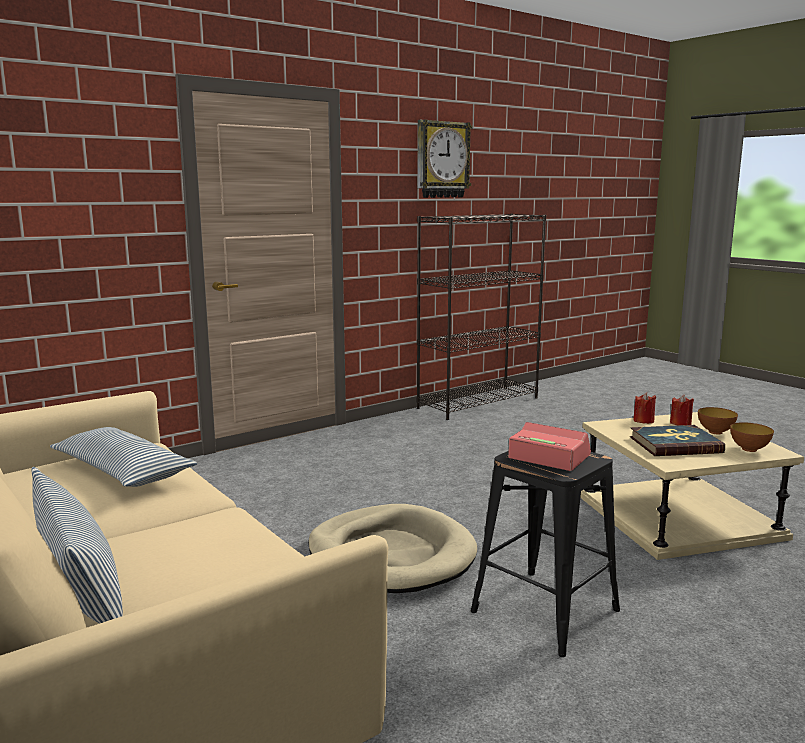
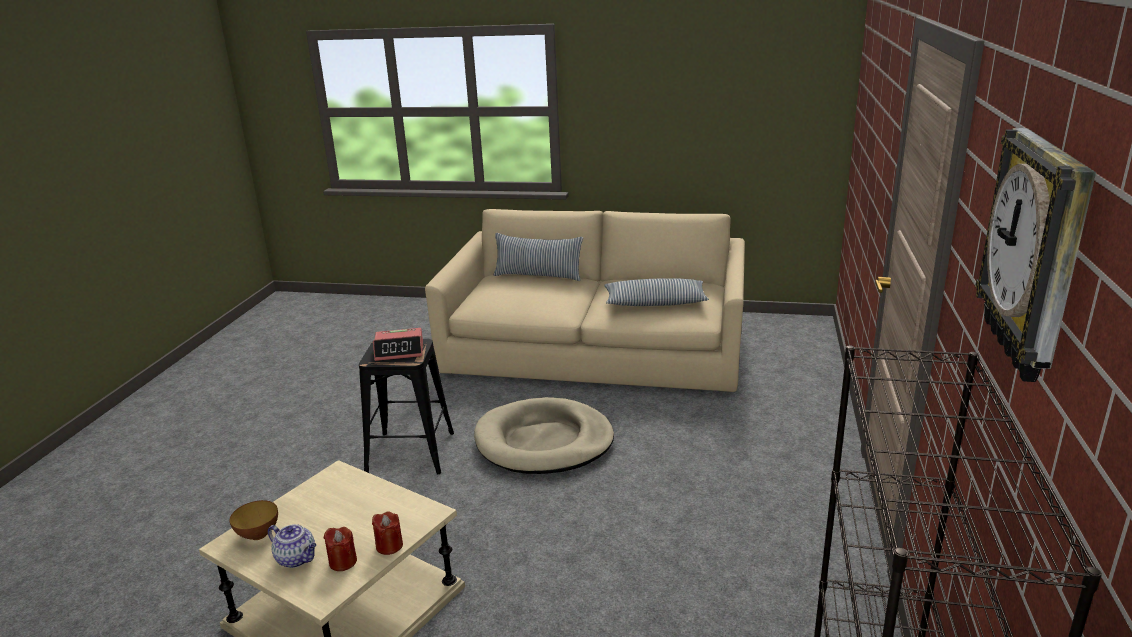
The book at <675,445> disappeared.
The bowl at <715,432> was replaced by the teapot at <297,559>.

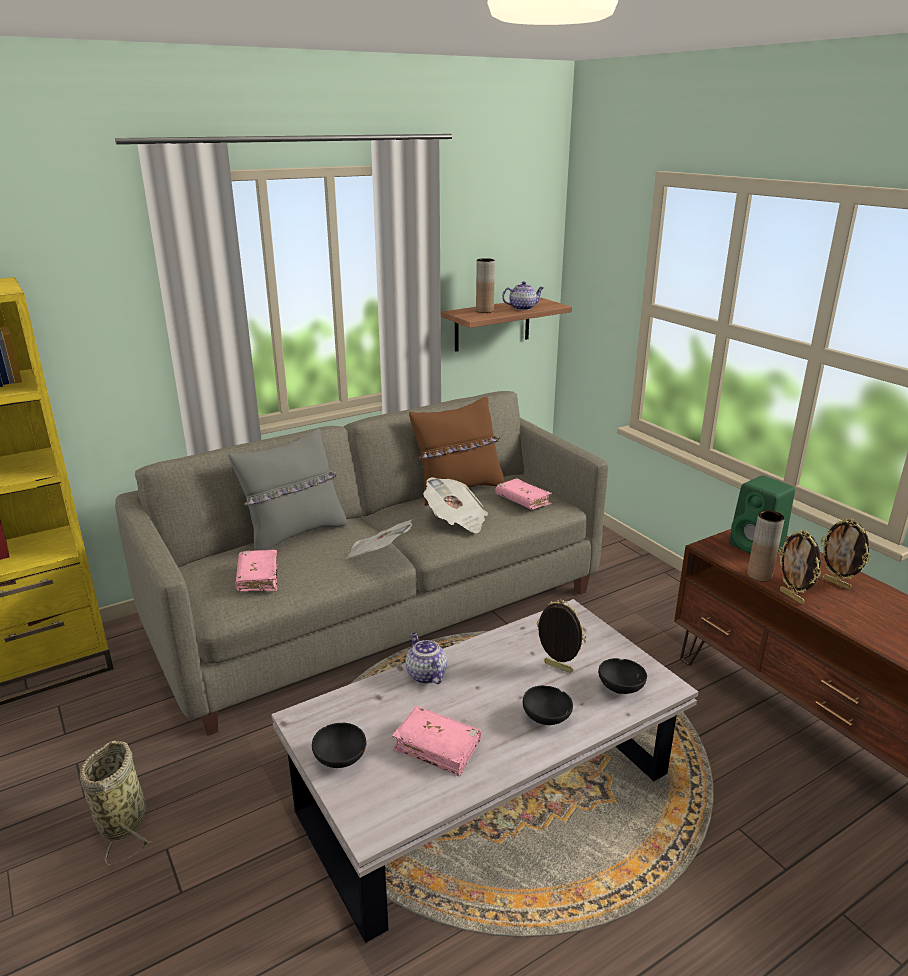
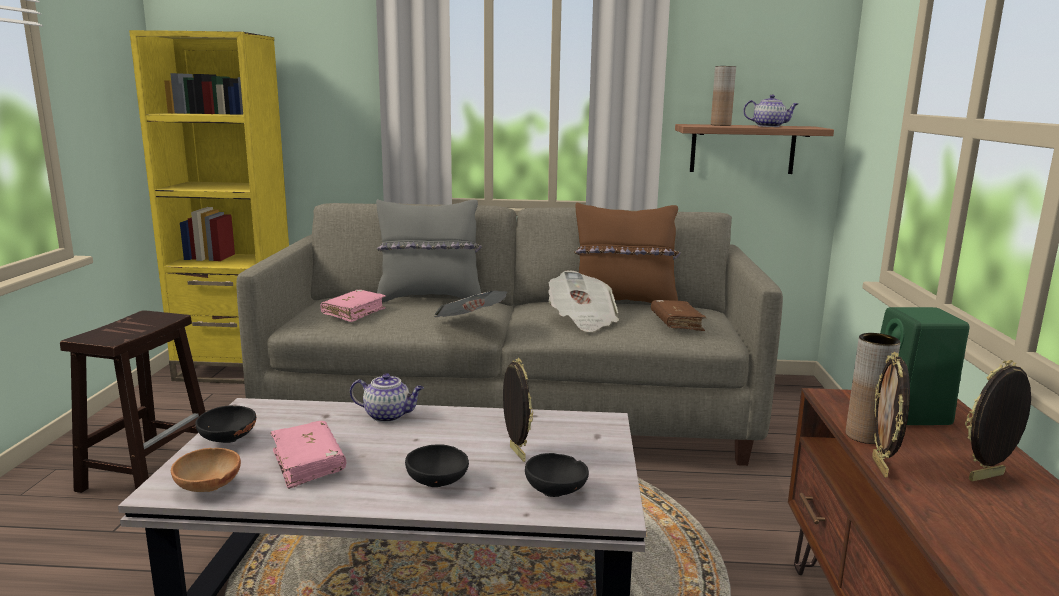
The brown bowl at <208,489> appeared.
The basket at <123,819> was replaced by the brown stool at <149,471>.
The pink book at <522,501> became the brown book at <676,323>.
The teapot at <425,674> turned 90 degrees clockwise.
The picture frame at <837,583> turned 75 degrees clockwise.

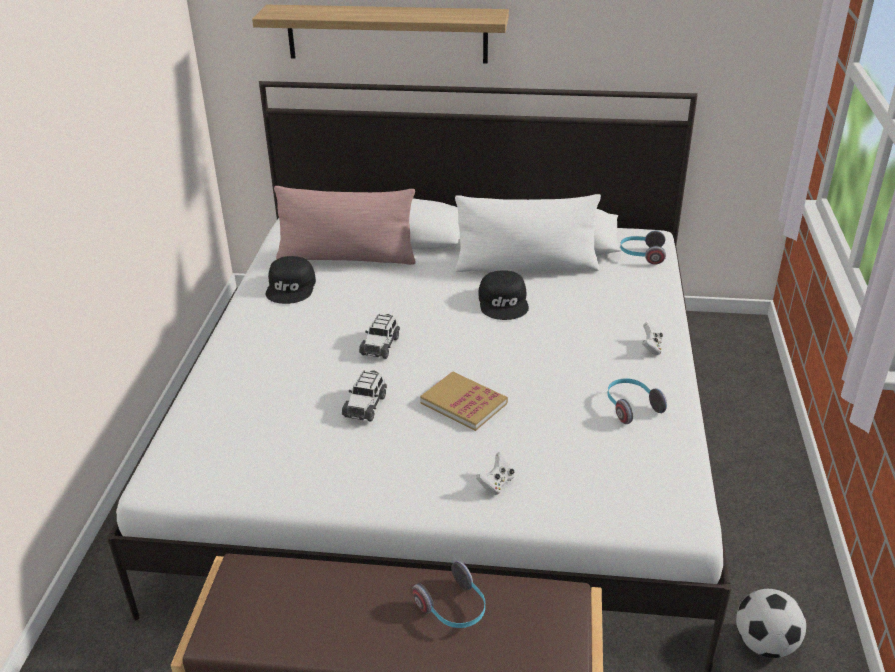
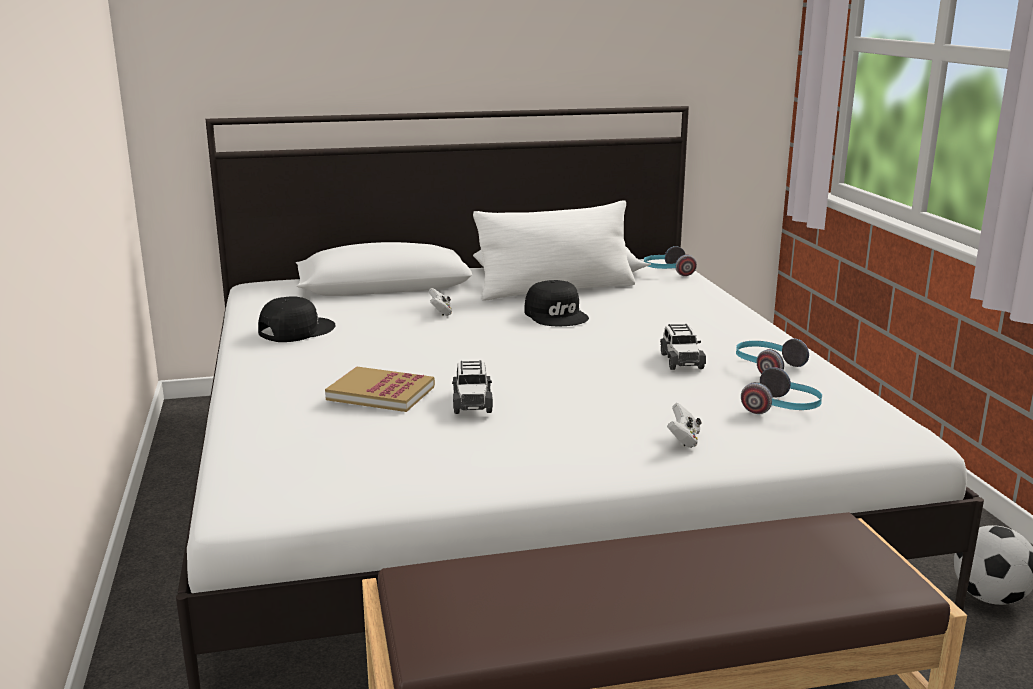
The shelf at <387,33> disappeared.
The pink pillow at <347,257> disappeared.
The toy car moved from <380,345> to <681,360>.
The headphones moved from <454,609> to <783,409>.
The book moved from <464,403> to <381,393>.
The white game controller moved from <651,348> to <440,312>.
The black cap at <292,287> turned 120 degrees counterclockwise.

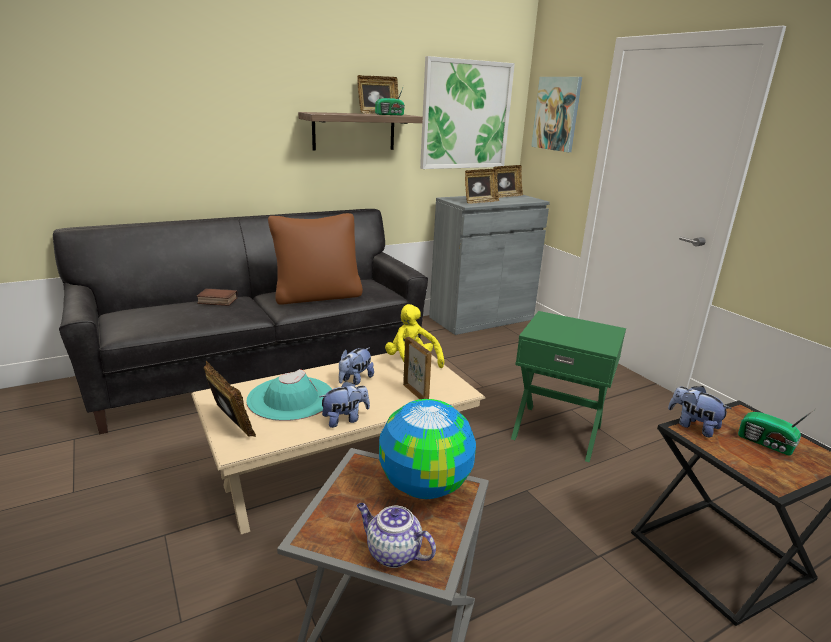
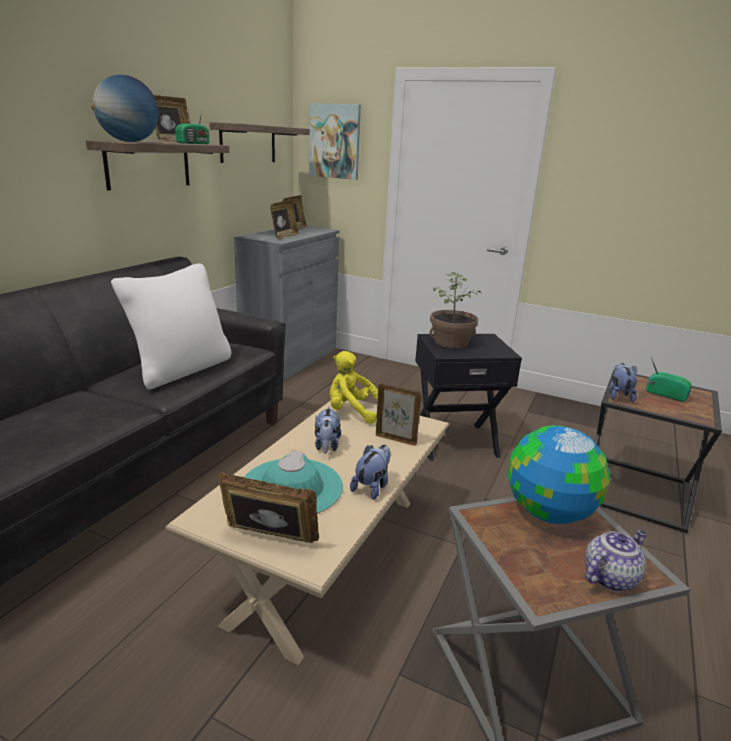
The book at <216,301> disappeared.
The globe at <129,141> appeared.
The potted plant at <451,342> appeared.
The picture at <466,115> was replaced by the shelf at <248,144>.
The brown pillow at <317,296> became the white pillow at <181,369>.
The green side table at <557,431> became the black side table at <454,441>.
The teapot at <392,553> turned 150 degrees clockwise.
The plush toy at <693,426> turned 90 degrees clockwise.
The radio at <767,444> turned 150 degrees counterclockwise.

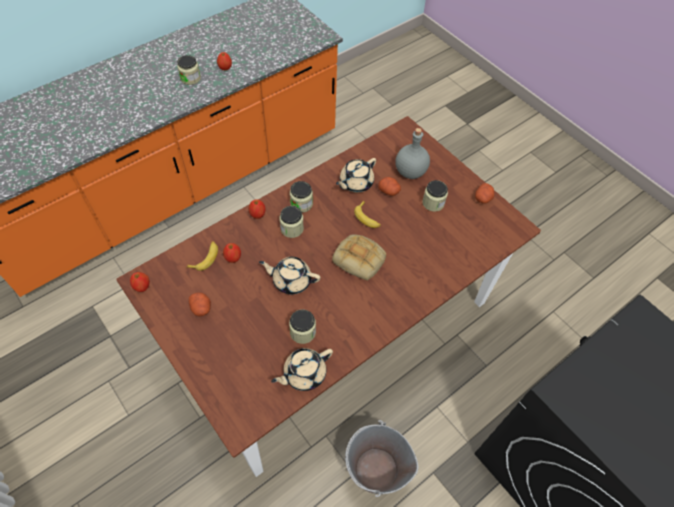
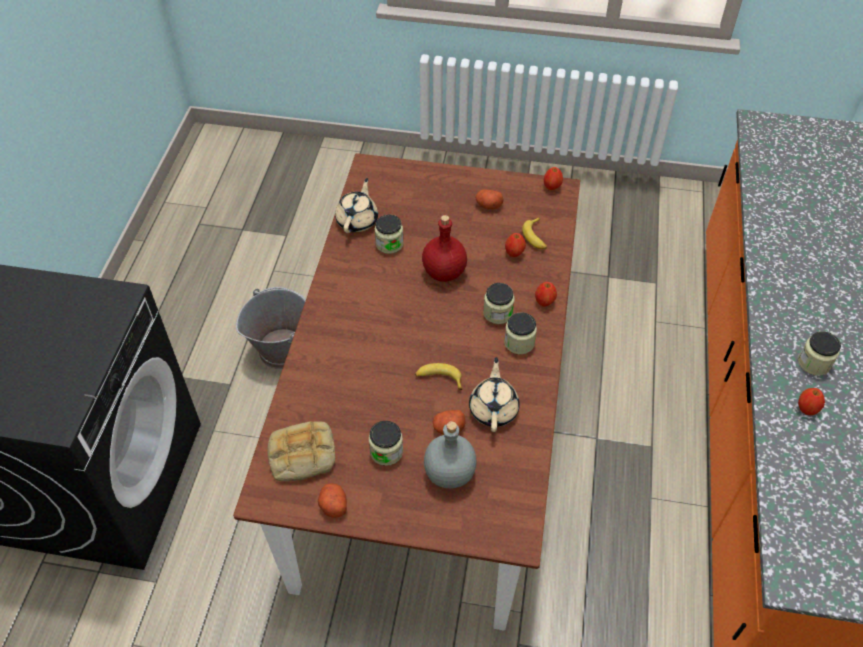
The bread moved from <360,259> to <301,456>.
The beige teapot at <291,280> was replaced by the red bottle at <444,271>.

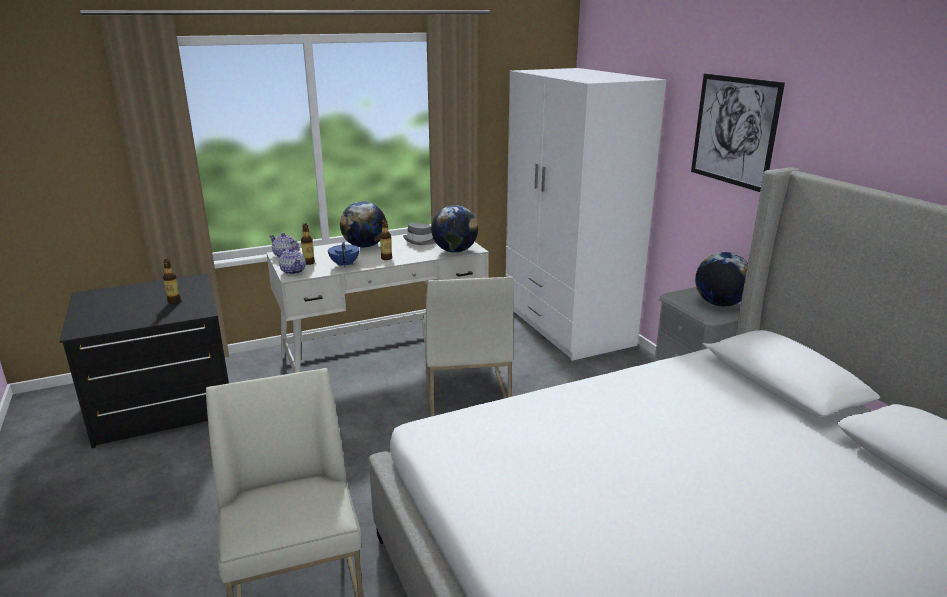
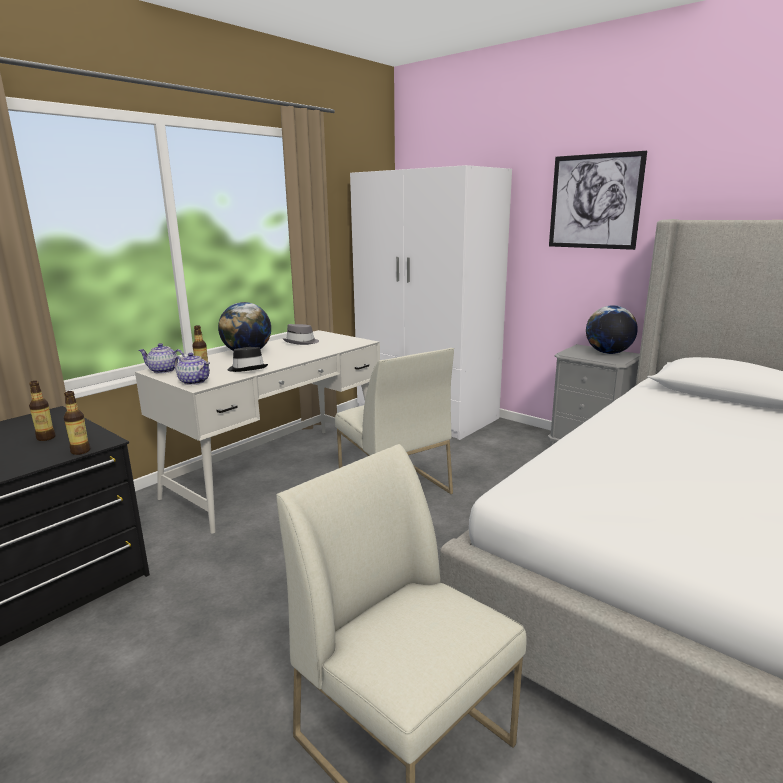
The globe at <455,251> disappeared.
The bottle moved from <386,258> to <81,451>.
The blue teapot at <345,264> was replaced by the black hat at <247,368>.

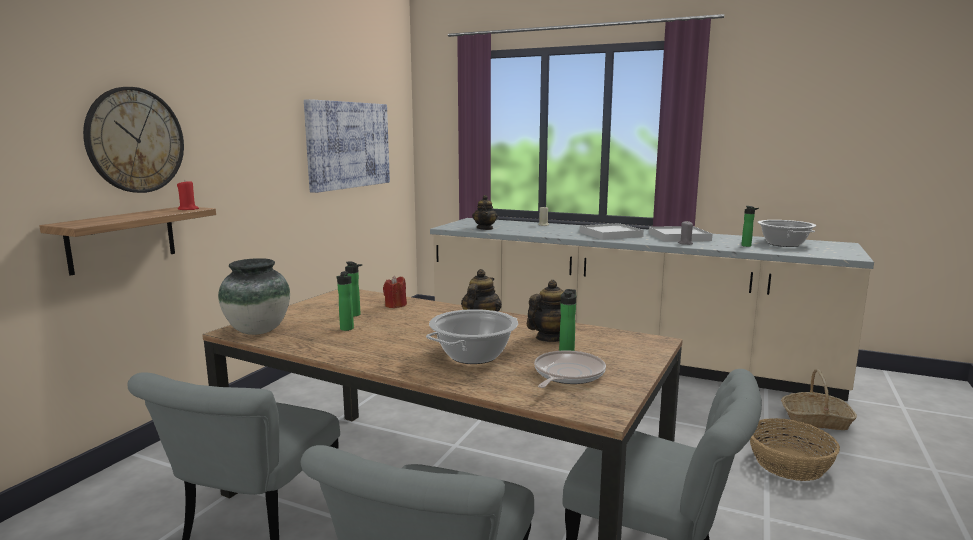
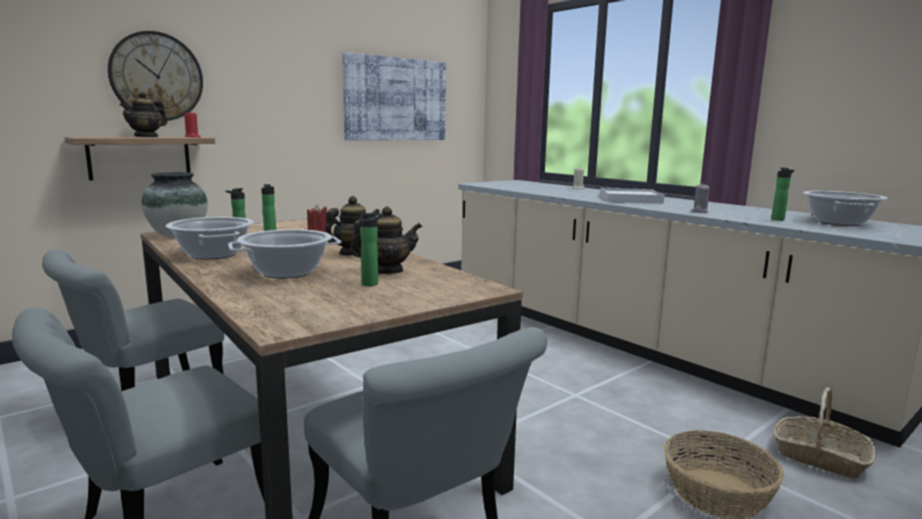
The frying pan at <567,375> disappeared.
The white tray at <678,237> disappeared.
The cooking pot at <213,254> appeared.
The teapot moved from <485,228> to <146,137>.

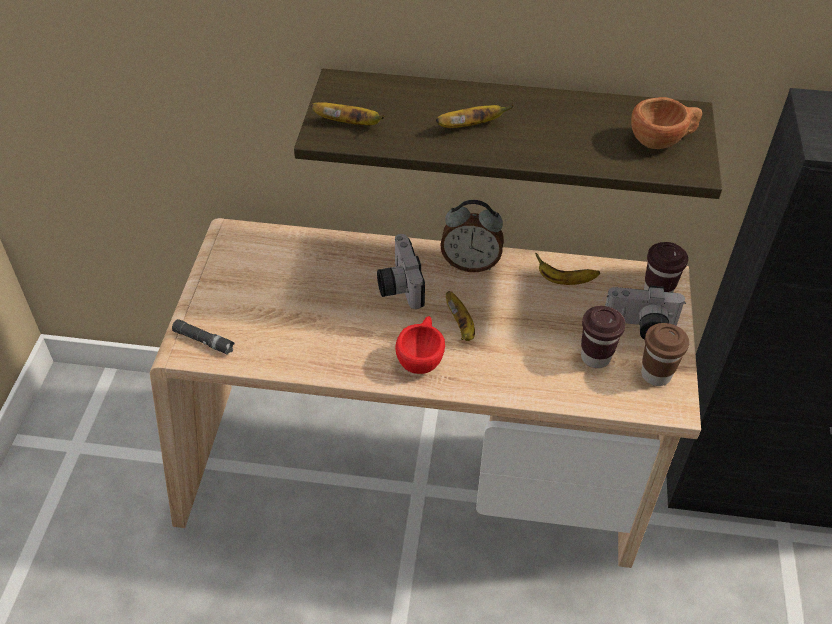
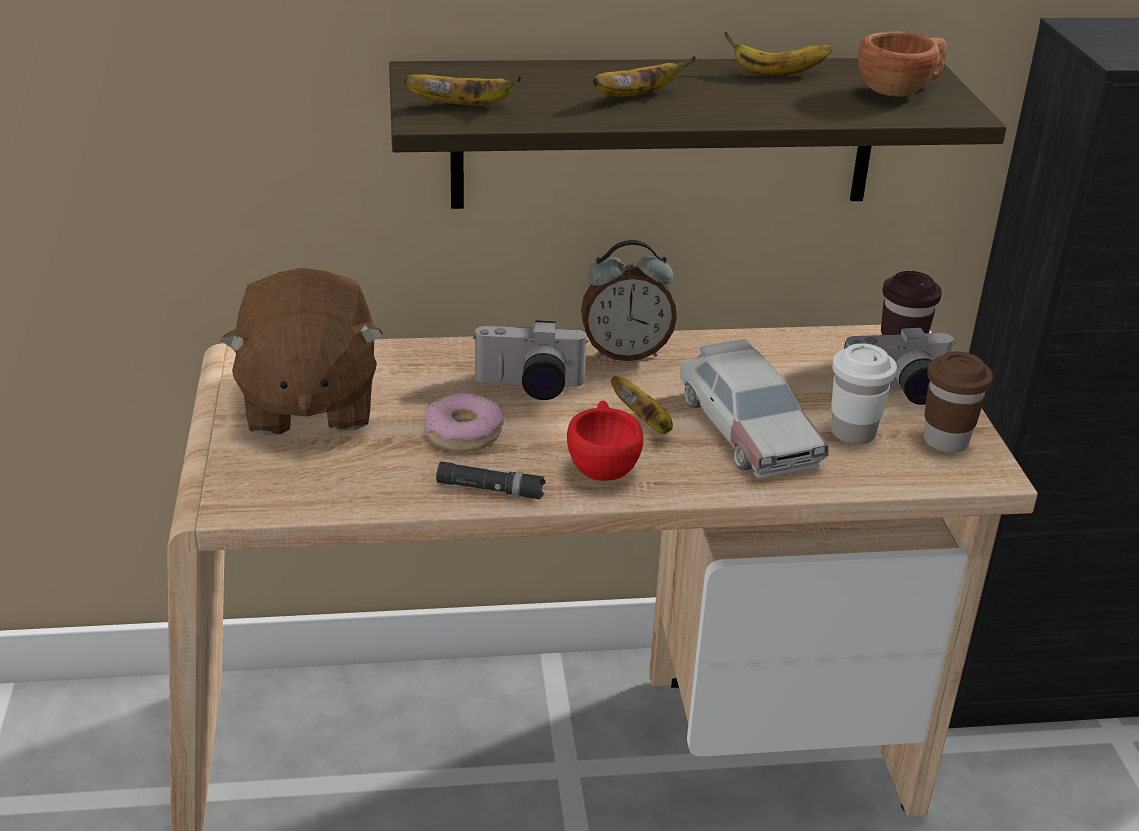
The brown plush toy at <307,403> appeared.
The donut at <462,433> appeared.
The toy car at <747,428> appeared.
The black flashlight moved from <204,341> to <490,489>.
The banana moved from <564,281> to <776,74>.
The brown cup at <595,357> became the white cup at <853,433>.
The photo camera at <397,285> turned 60 degrees counterclockwise.

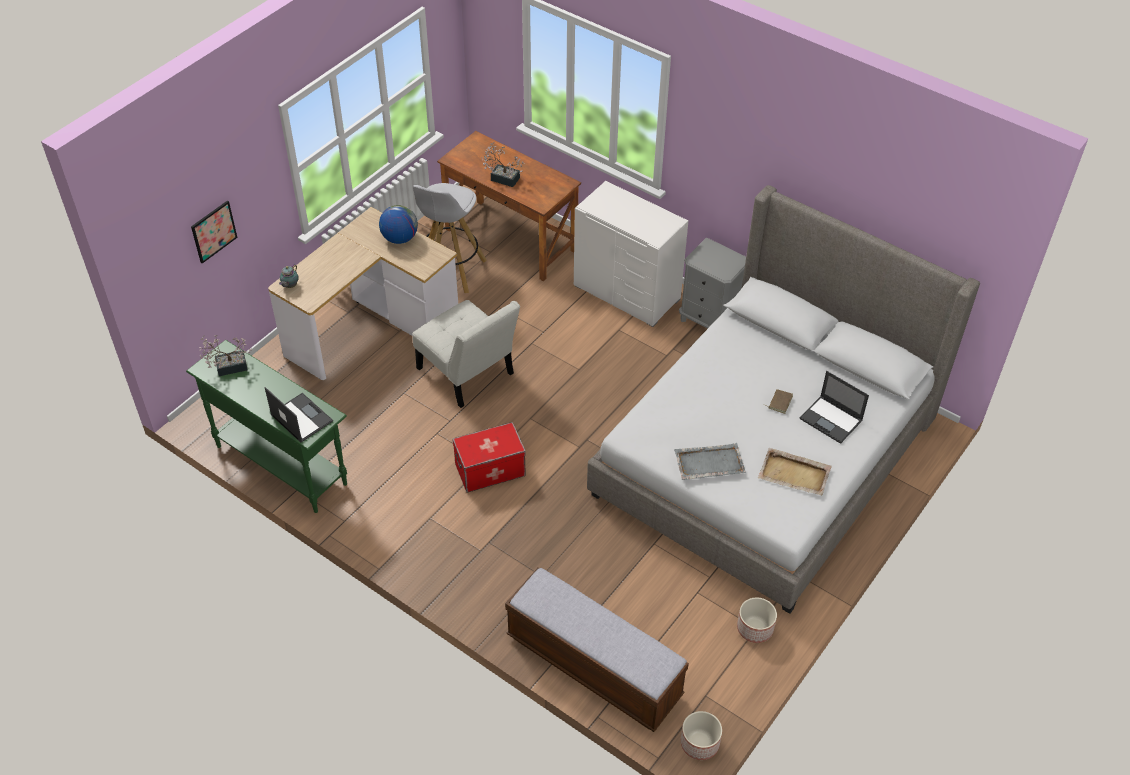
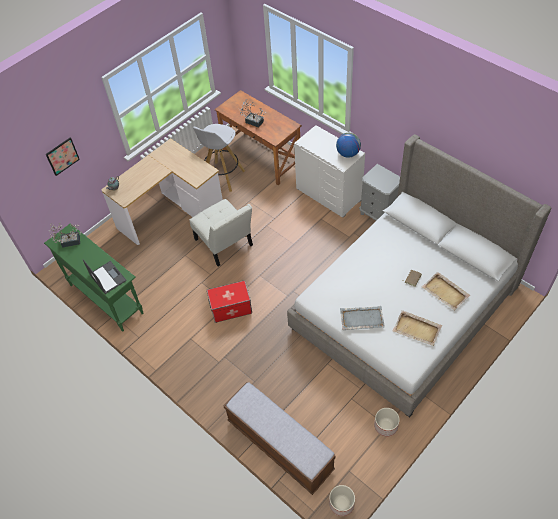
The globe moved from <399,238> to <348,153>.
The laptop at <831,420> was replaced by the beige tray at <445,292>.

